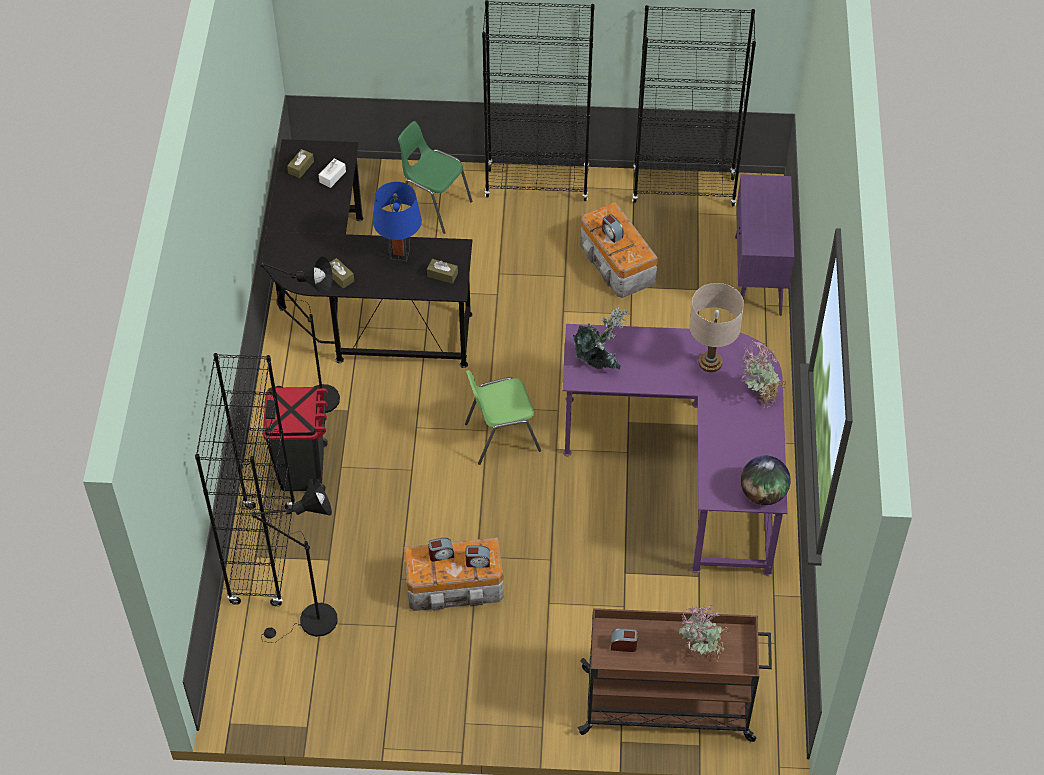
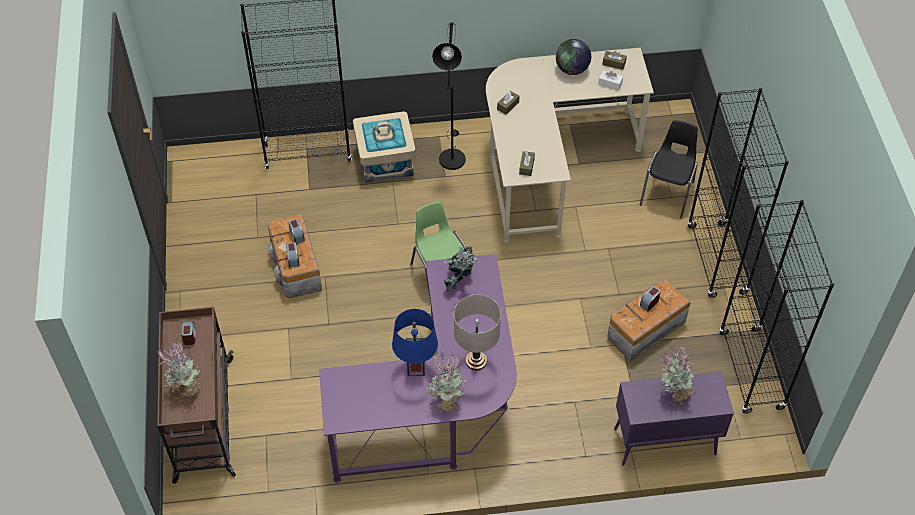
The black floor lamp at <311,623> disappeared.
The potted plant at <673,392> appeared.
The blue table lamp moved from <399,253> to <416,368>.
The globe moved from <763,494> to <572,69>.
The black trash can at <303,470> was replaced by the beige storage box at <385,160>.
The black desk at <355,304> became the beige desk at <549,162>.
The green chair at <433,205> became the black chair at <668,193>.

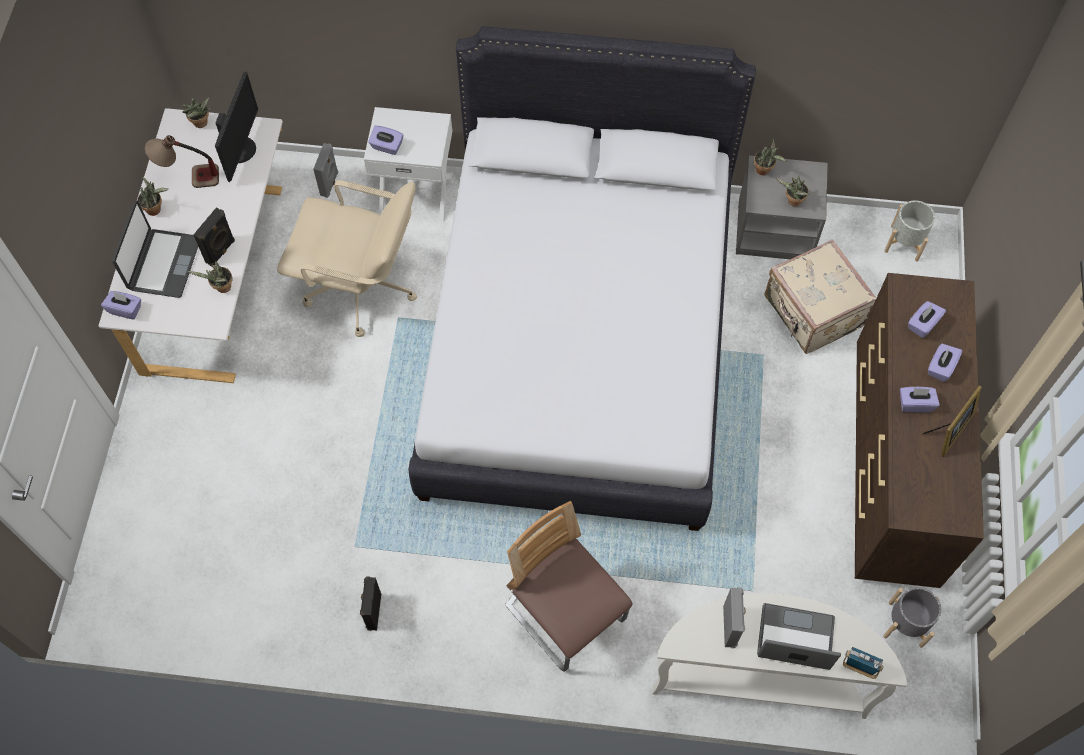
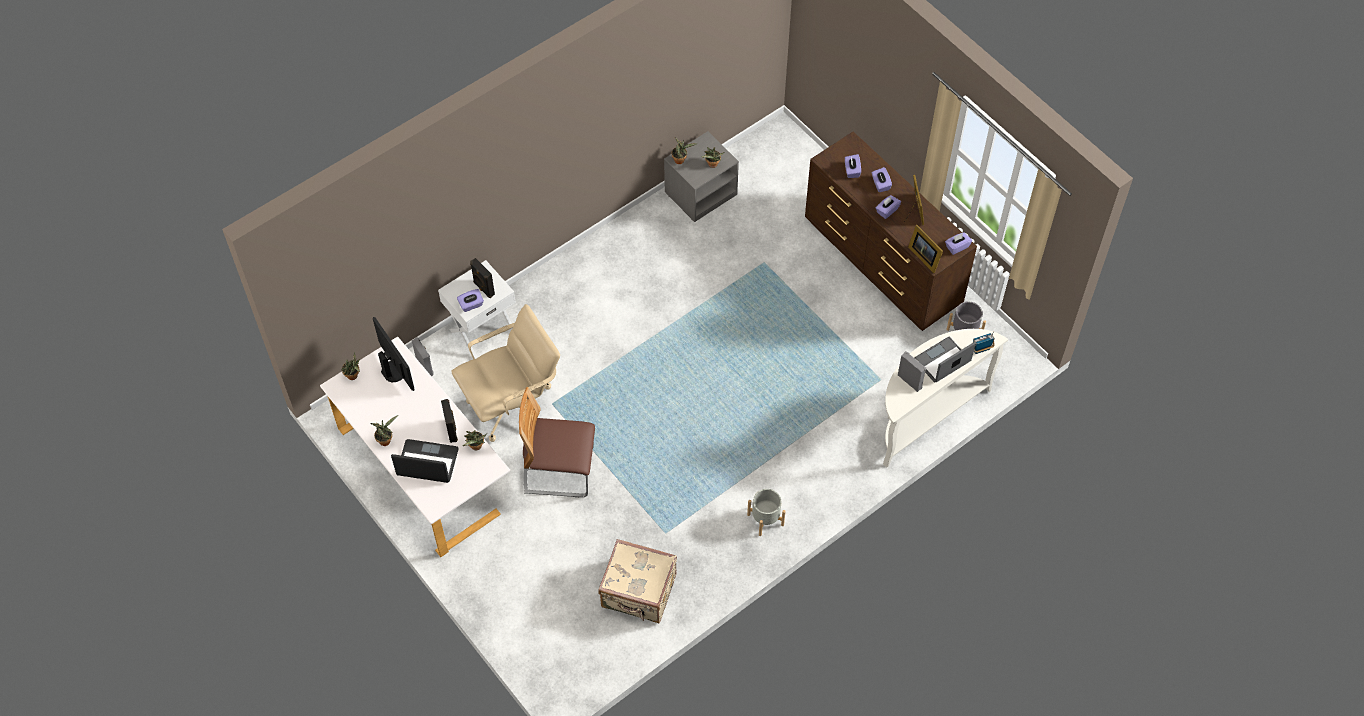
The table lamp at <189,178> disappeared.
The white bed at <577,342> disappeared.
The picture frame at <924,256> appeared.
The purple tissue box moved from <125,309> to <957,247>.
The black speaker moved from <373,611> to <483,289>.
The chair moved from <565,613> to <559,471>.
The beige suitcase moved from <812,313> to <638,593>.
The grey planter moved from <904,243> to <765,519>.
The laptop at <163,264> turned 45 degrees counterclockwise.

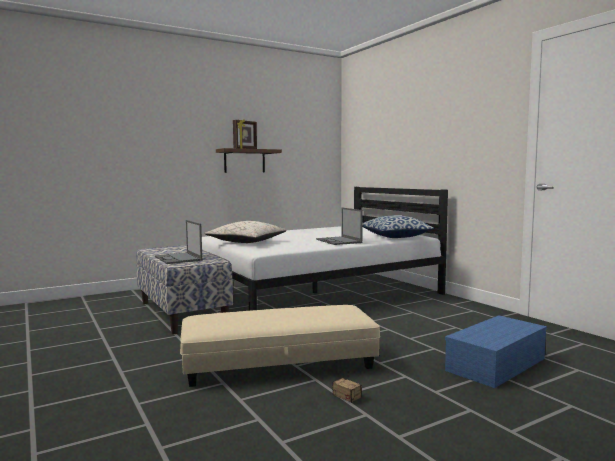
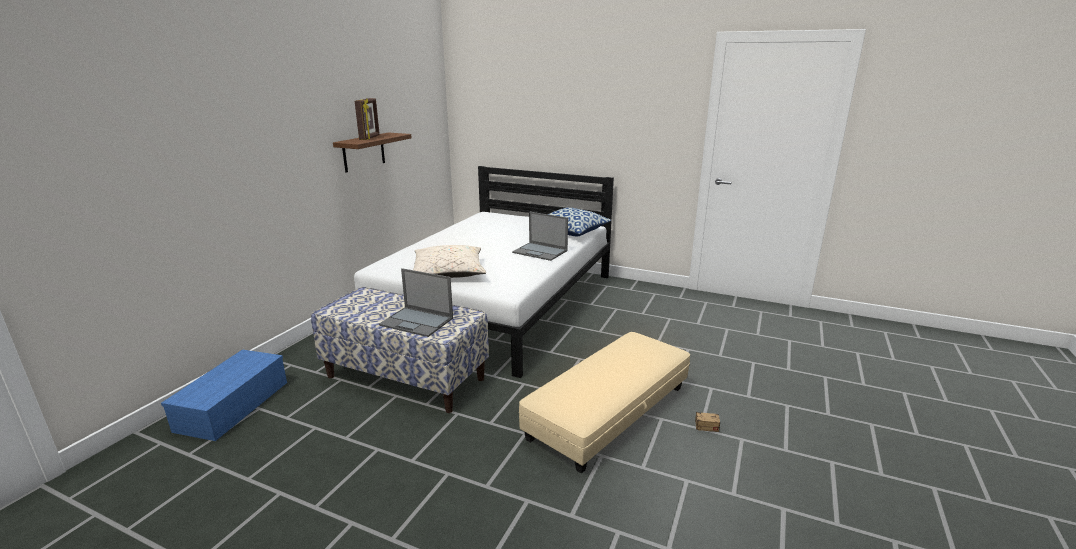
The blue storage box moved from <496,365> to <233,407>.

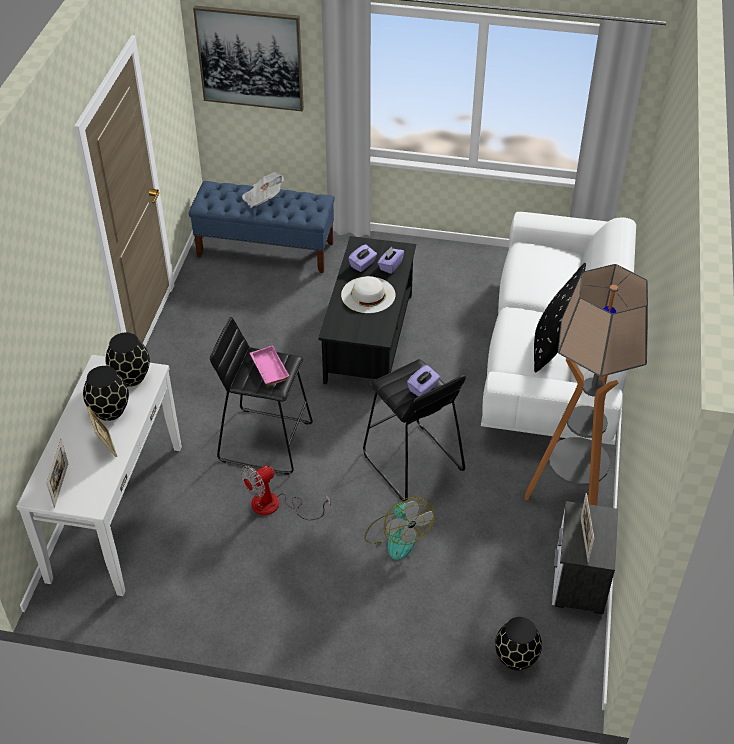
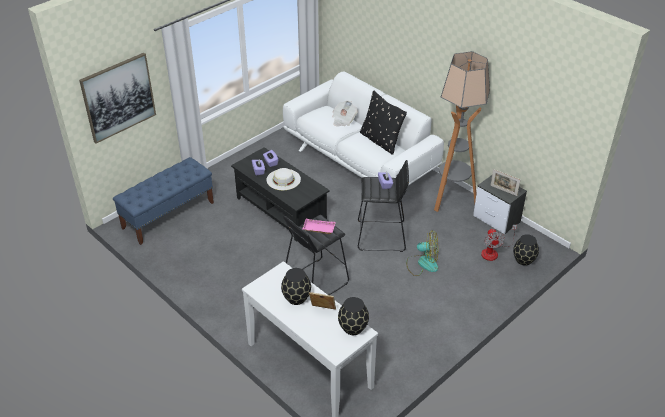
The picture frame at <61,485> disappeared.
The black vase moved from <131,376> to <353,327>.
The fan moved from <275,506> to <493,252>.
The newspaper moved from <263,199> to <343,120>.

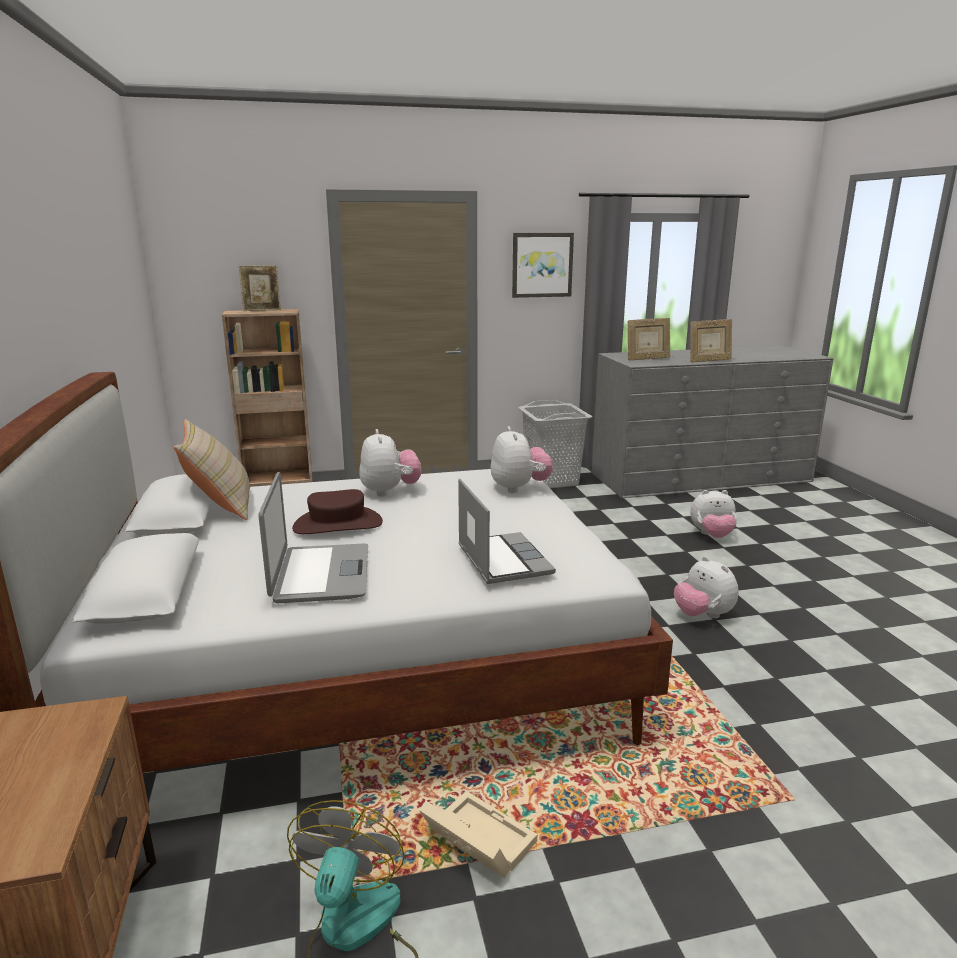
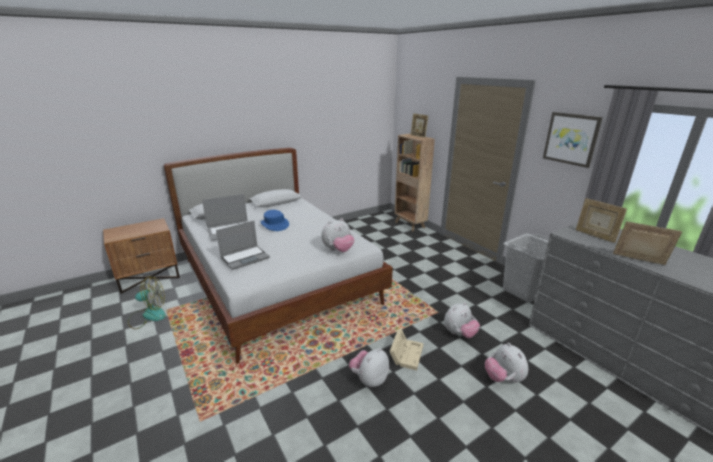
The beige pillow at <220,506> disappeared.
The plush toy moved from <390,491> to <459,333>.
The beige storage box moved from <475,841> to <406,353>.
The brown hat at <337,525> became the blue hat at <274,224>.
The picture frame at <709,361> turned 150 degrees clockwise.

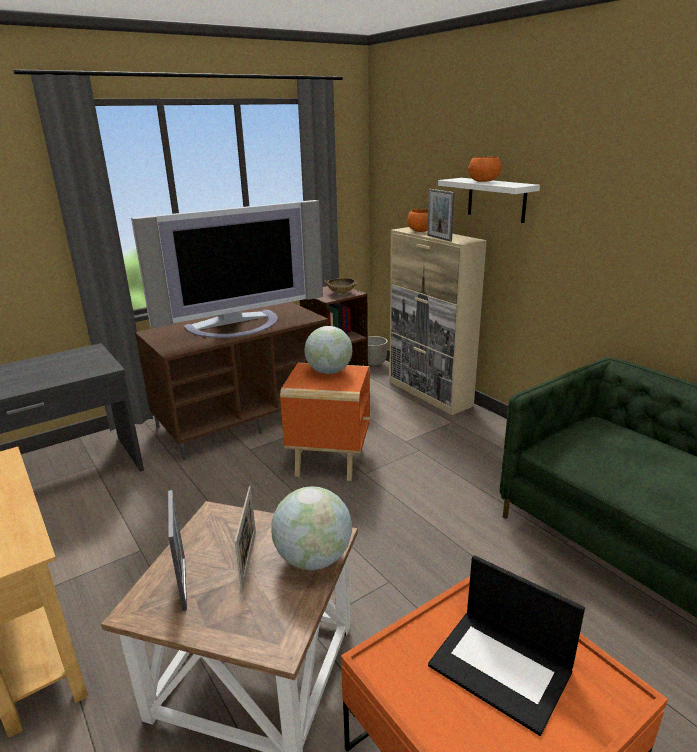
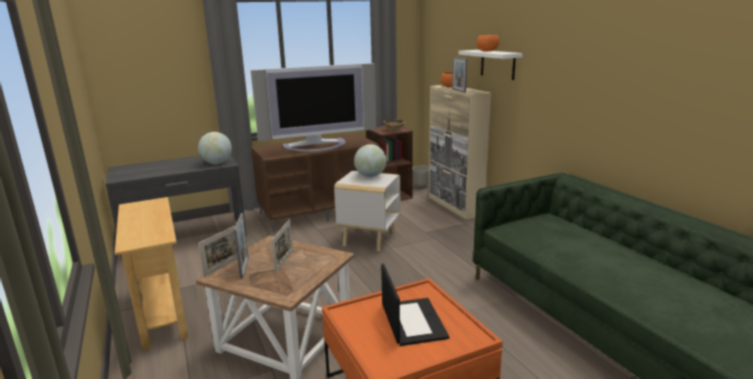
The picture frame at <224,266> appeared.
The globe moved from <313,559> to <217,163>.
The orange side table at <330,458> became the white side table at <369,237>.
The laptop at <502,668> turned 150 degrees counterclockwise.

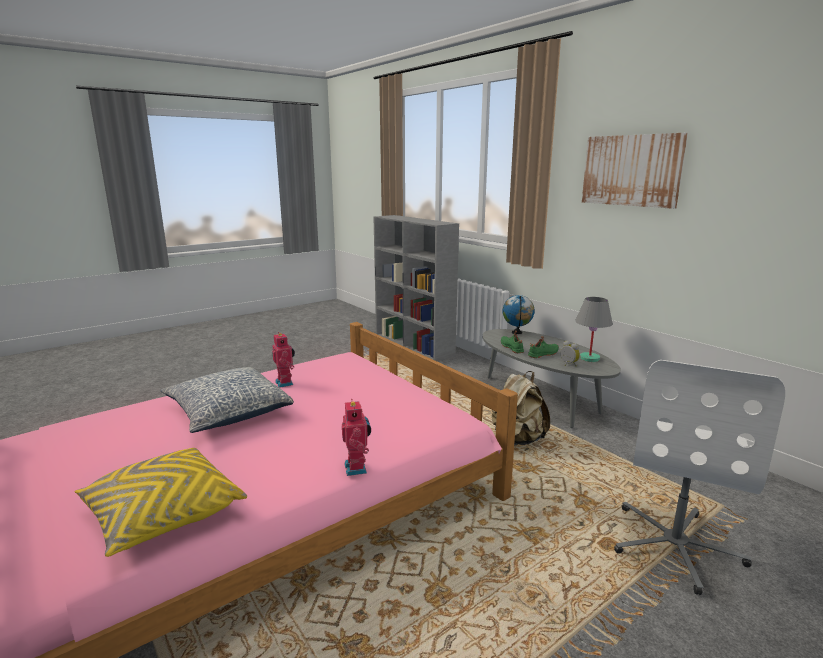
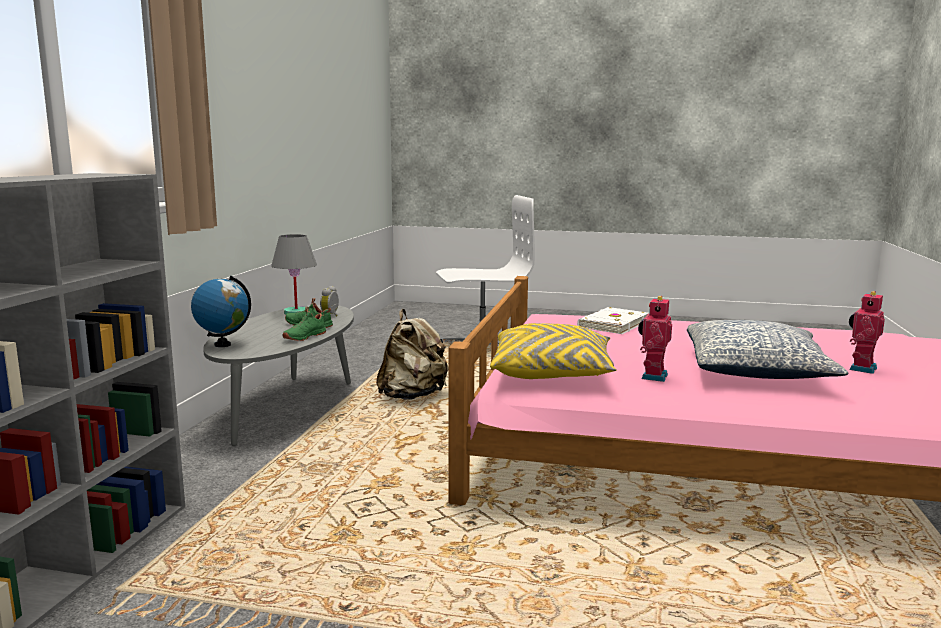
The picture at <631,170> disappeared.
The white book at <612,324> appeared.
The yellow pillow moved from <163,515> to <552,373>.
The toy robot moved from <357,468> to <860,368>.

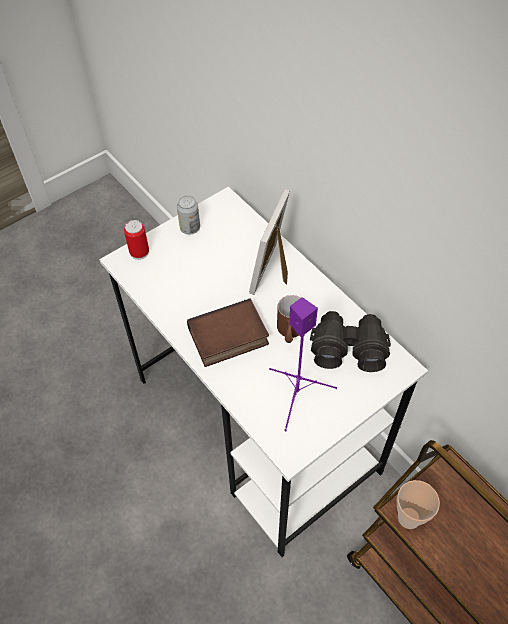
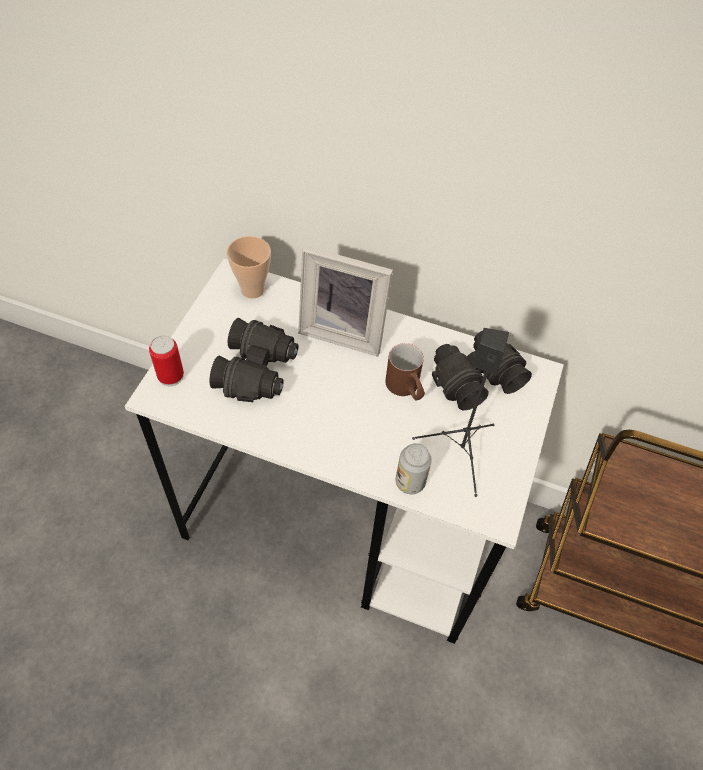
The book at <228,338> disappeared.
The black binoculars at <257,371> appeared.
The can moved from <190,228> to <410,482>.
The cup moved from <409,517> to <252,289>.
The purple speaker at <298,394> became the black speaker at <461,451>.
The picture frame at <275,272> turned 60 degrees counterclockwise.

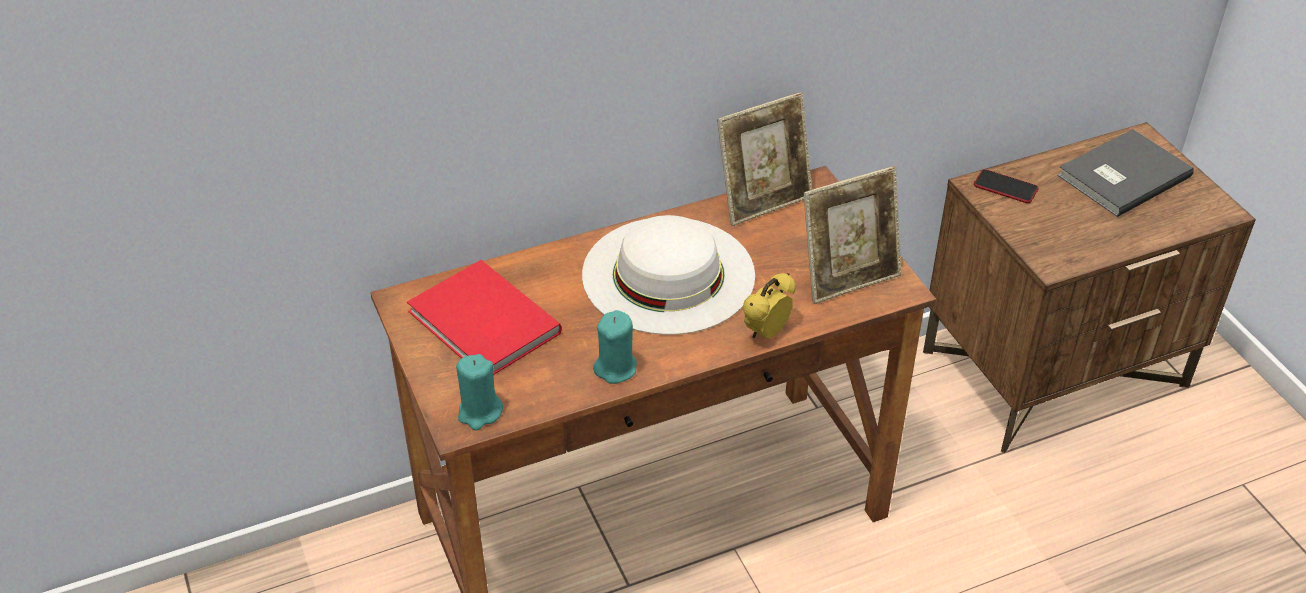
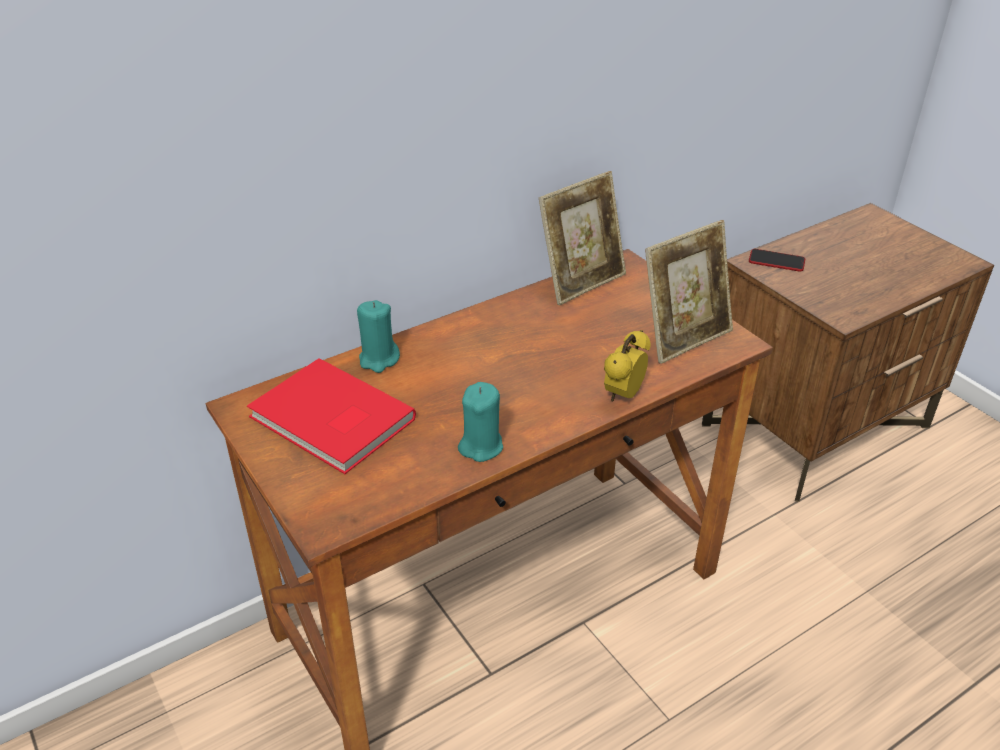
The white hat at <668,274> disappeared.
The grey book at <1120,175> disappeared.
The turquoise candle moved from <479,412> to <379,359>.

